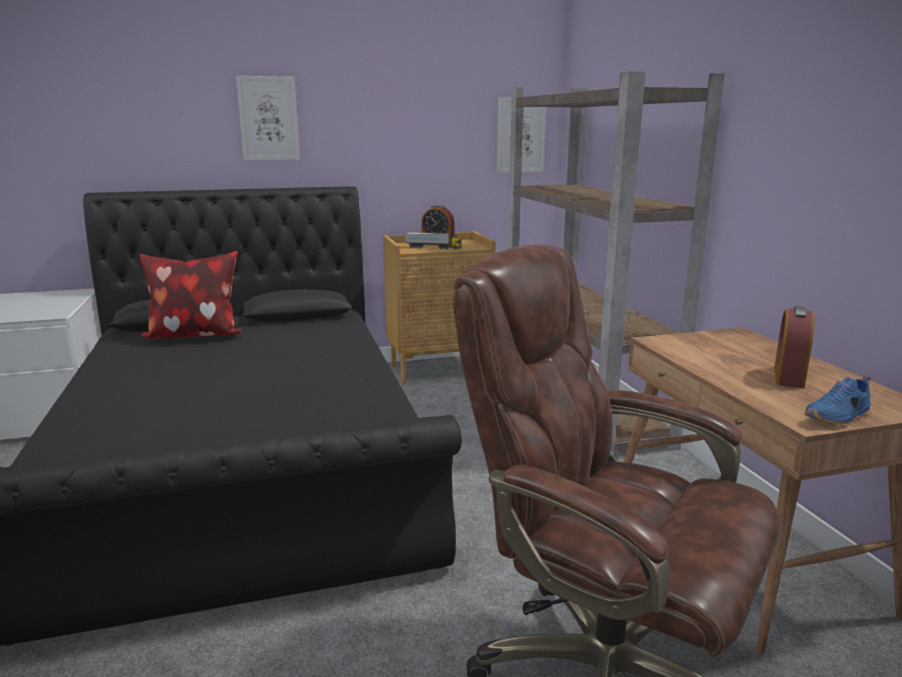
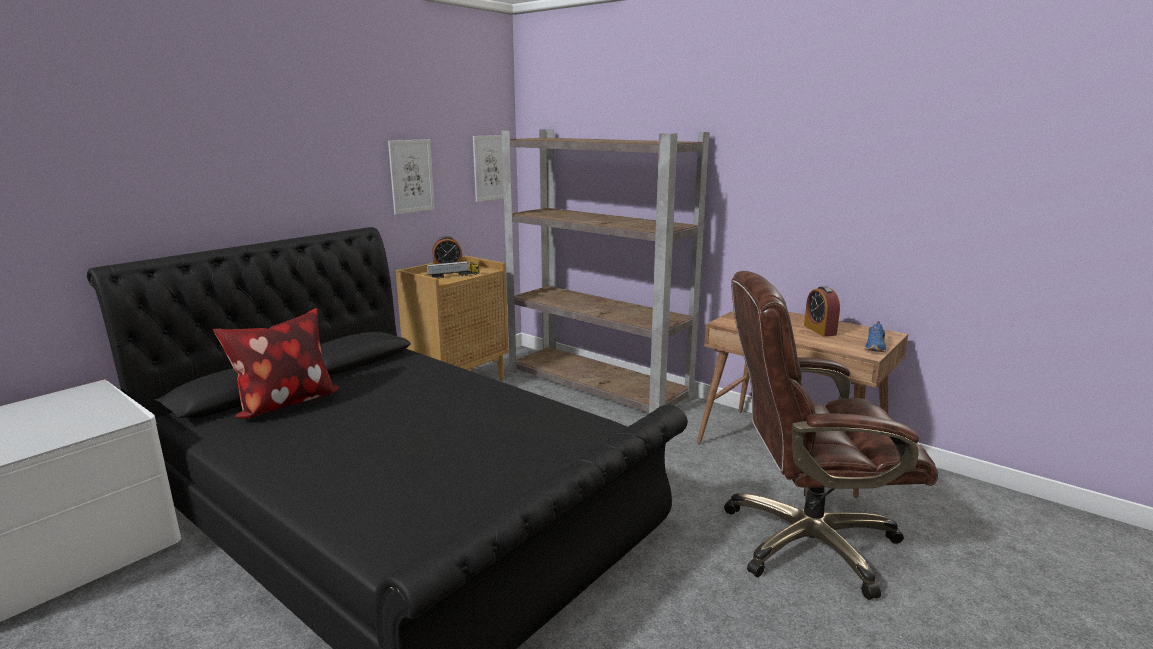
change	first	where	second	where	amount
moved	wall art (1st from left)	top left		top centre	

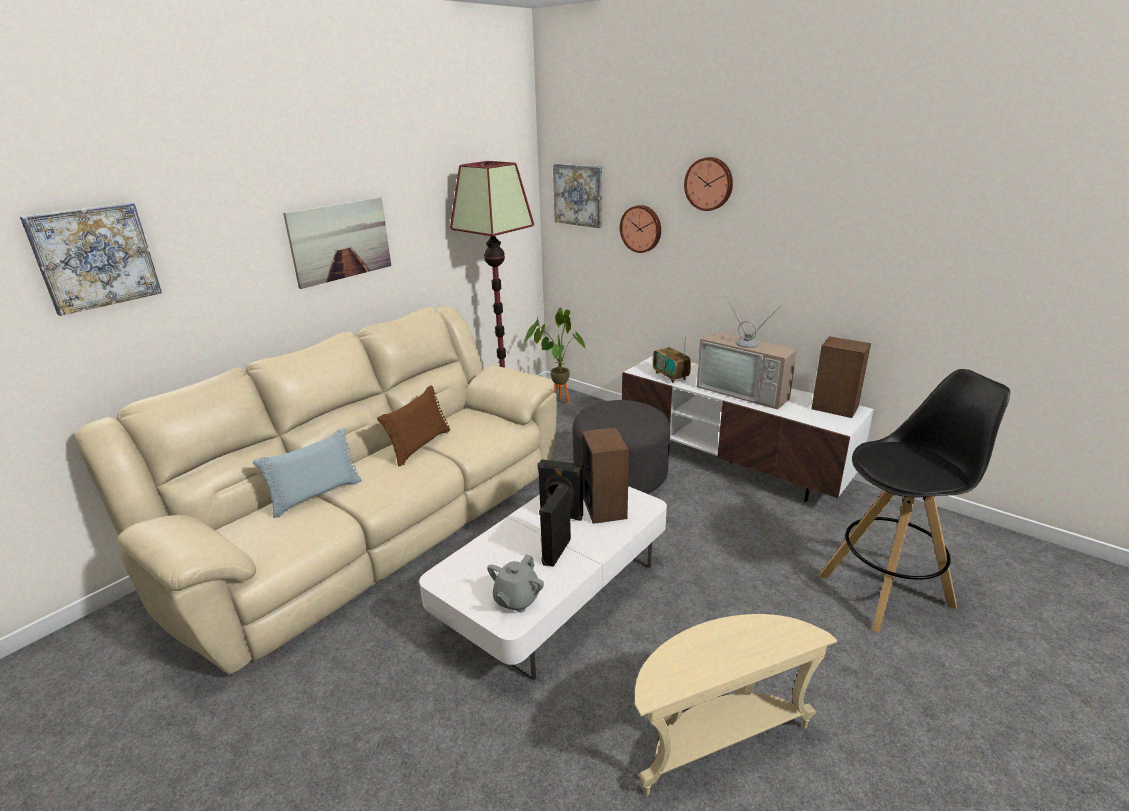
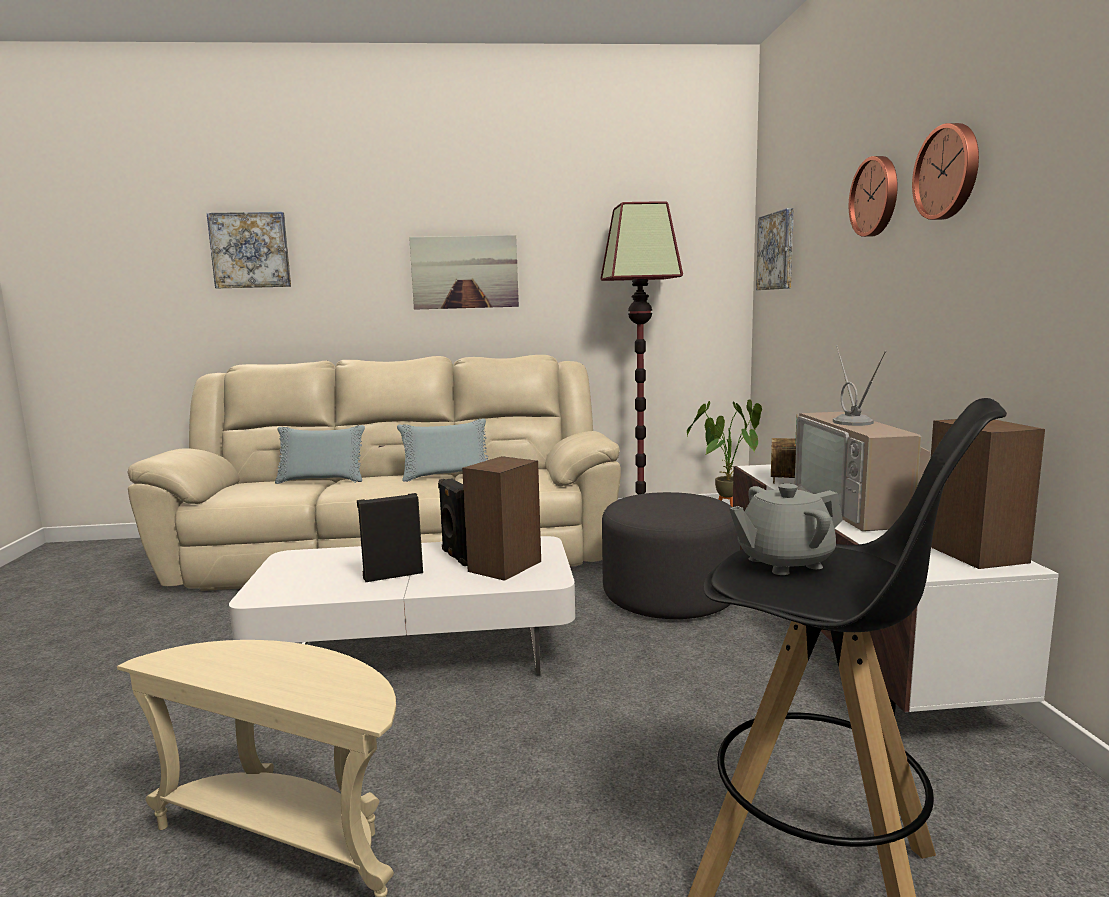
change	first	where	second	where	amount
recoloured	cushion (brown-coloured)	centre	cushion (bluish) (2nd from left)	centre	
moved	teapot (grey)	bottom centre		middle right	
moved	hanging clock (1st from left in the first image)	top centre	hanging clock (2nd from left)	top right	

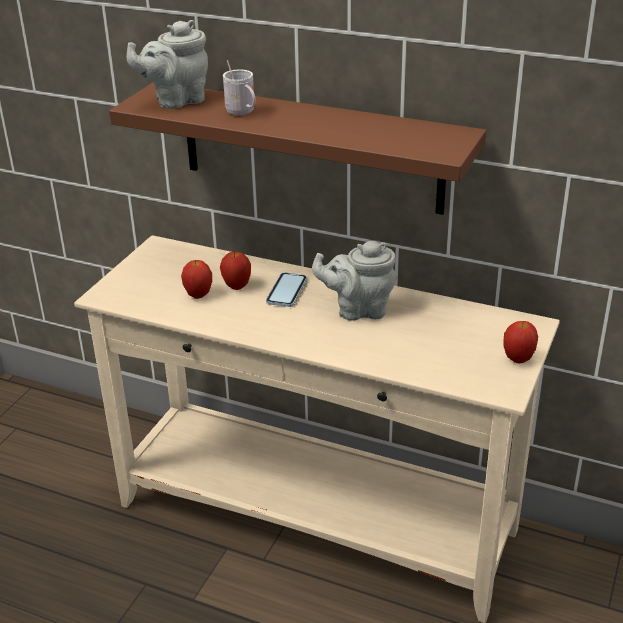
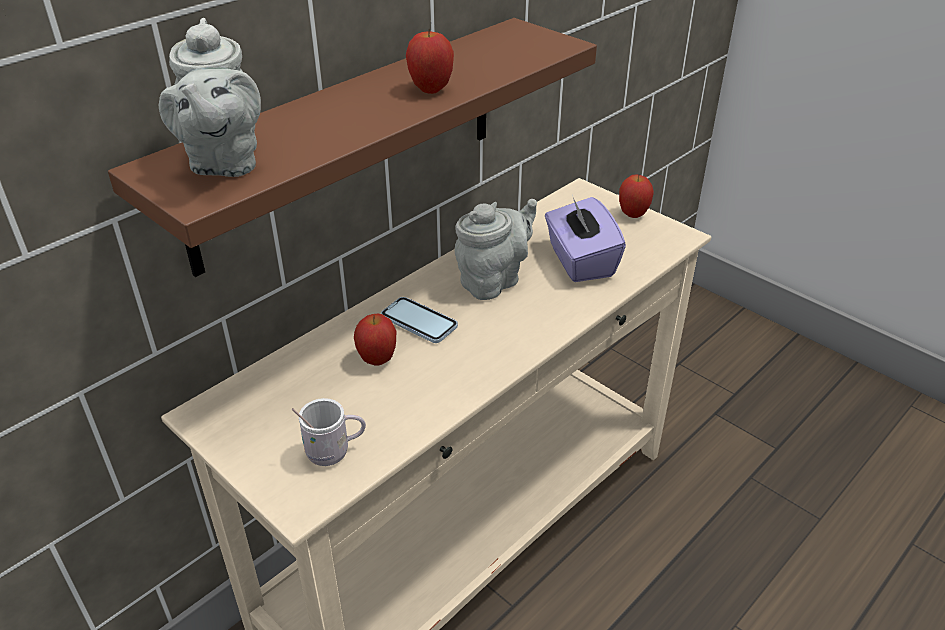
change	first	where	second	where	amount
moved	apple fruit (1st from left in the first image)	middle left	apple fruit (2nd from left)	top centre	
moved	coffee mug (whitish)	top centre		bottom centre	
turned	teapot (grey) (2nd from left)	centre		centre	150 degrees counterclockwise
added			tissue box (purple)	centre	

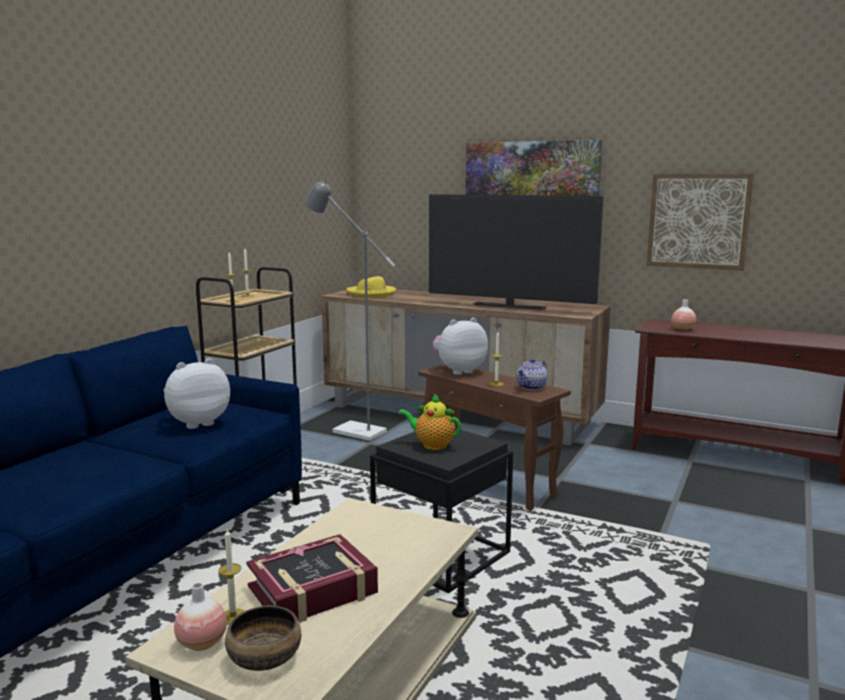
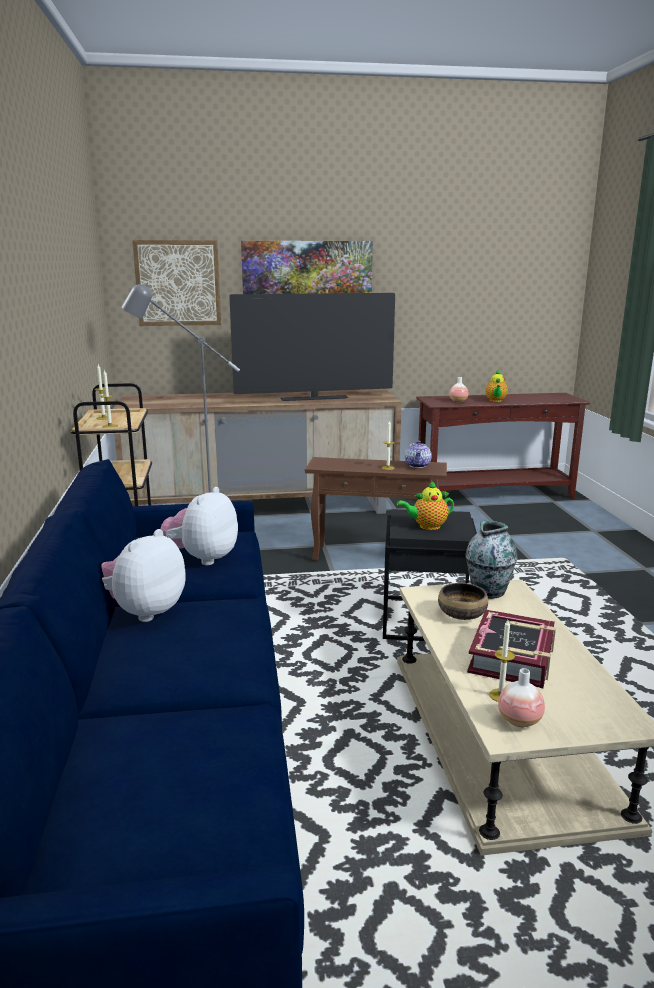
change	first	where	second	where	amount
moved	serving bowl	bottom left		middle right	
removed	clothing hat (yellowish)	centre			
moved	plush toy (2nd from left in the first image)	centre	plush toy (1st from left)	middle left	
moved	wall art (2nd from left in the first image)	top right	wall art (1st from left)	top left	
added			decorative vase (2nd from left)	middle right	
added			teapot (3rd from left)	middle right	

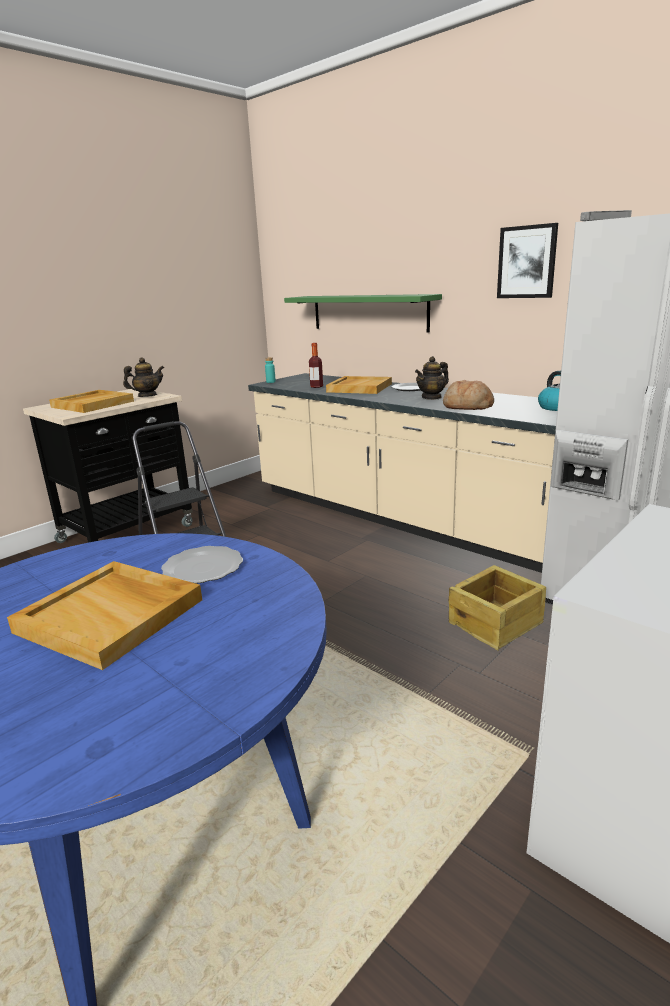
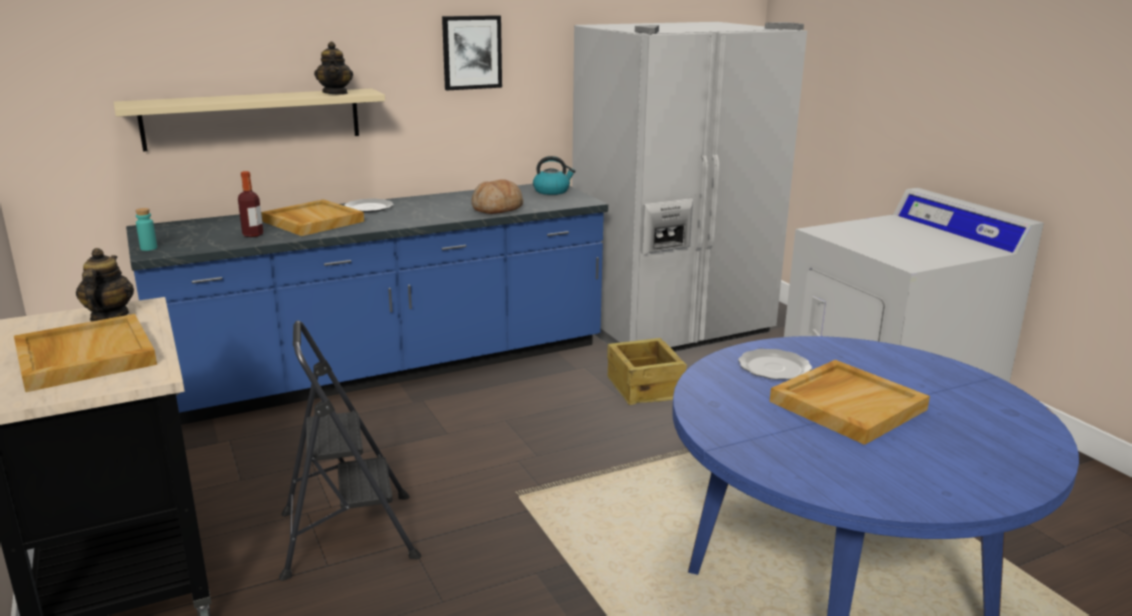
change	first	where	second	where	amount
recoloured	kitchen counter (sand-coloured)	centre	kitchen counter (bluish)	middle left	
recoloured	bracket shelf (greenish)	top centre	bracket shelf (sand-coloured)	top left	
moved	teapot (2nd from left)	centre		top left	

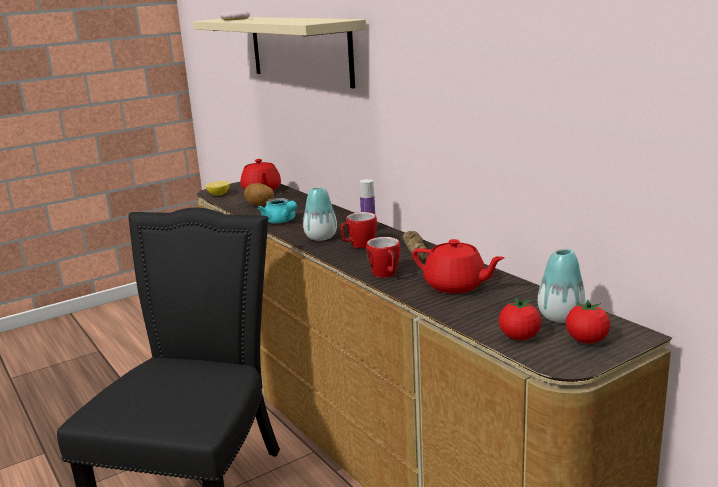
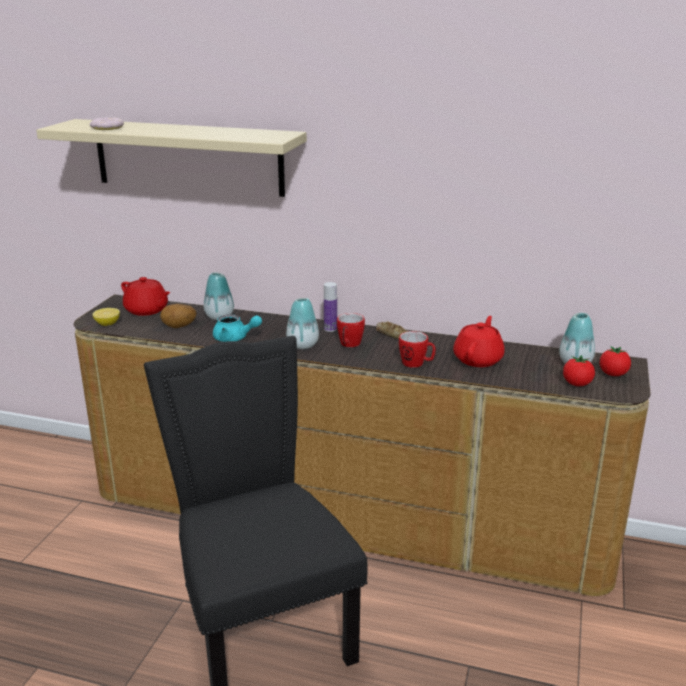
change	first	where	second	where	amount
turned	teapot (reddish) (2nd from left)	centre		middle right	60 degrees counterclockwise
added			decorative vase (1st from left)	middle left	

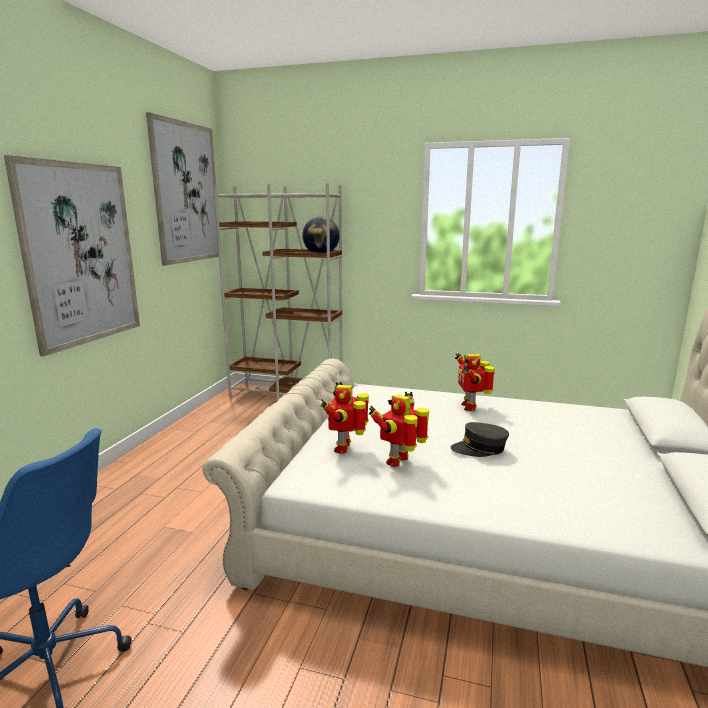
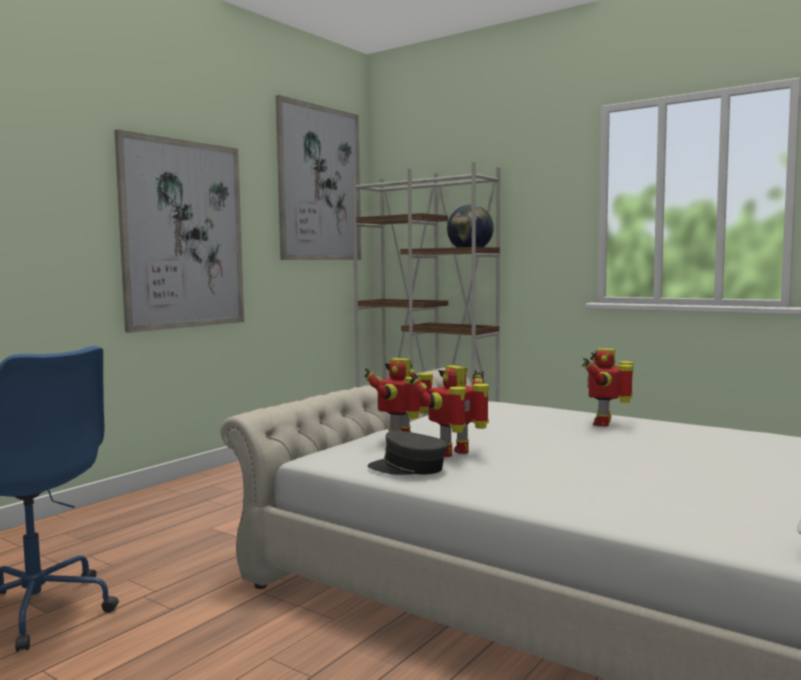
change	first	where	second	where	amount
moved	cap (grey)	middle right		centre	

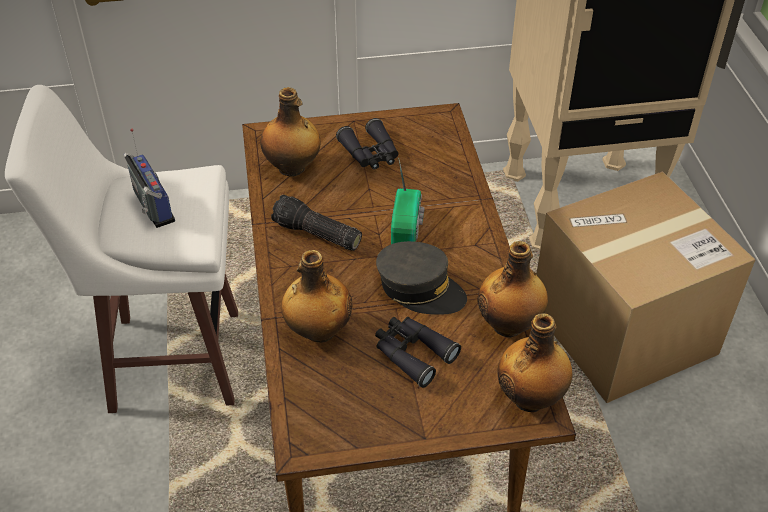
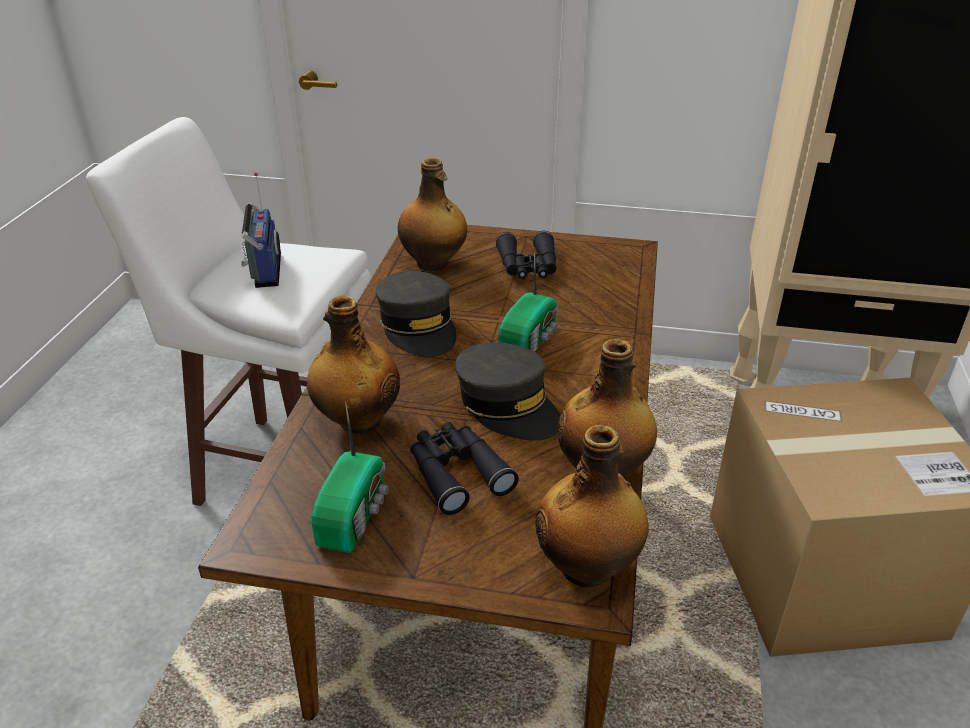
change	first	where	second	where	amount
replaced	hand torch	centre	cap (grey) (1st from left)	centre	
added			radio (2nd from left)	centre	

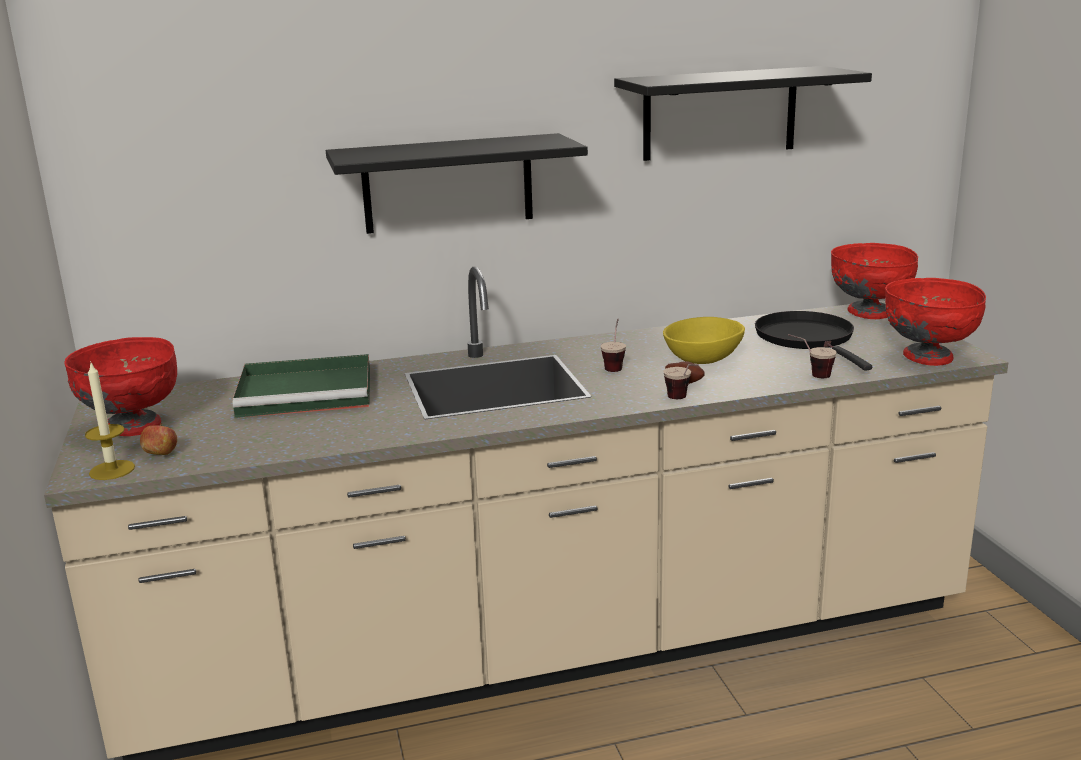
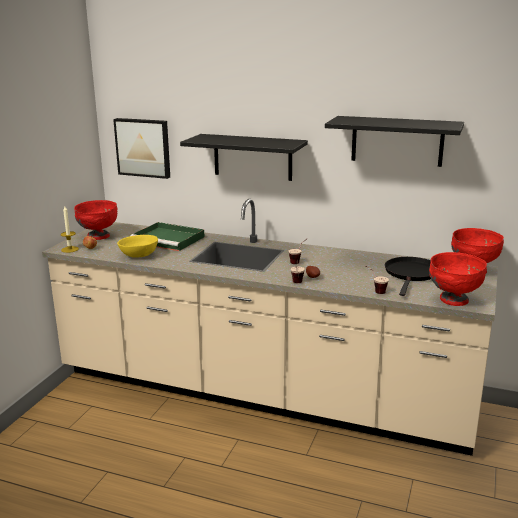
change	first	where	second	where	amount
moved	serving bowl (yellowish)	centre		middle left	
added			wall art	top left	

